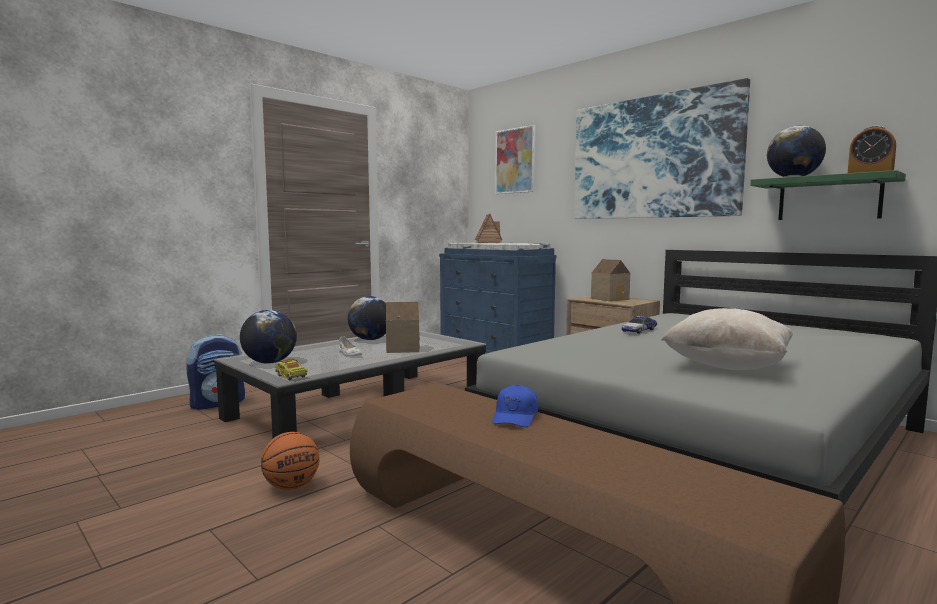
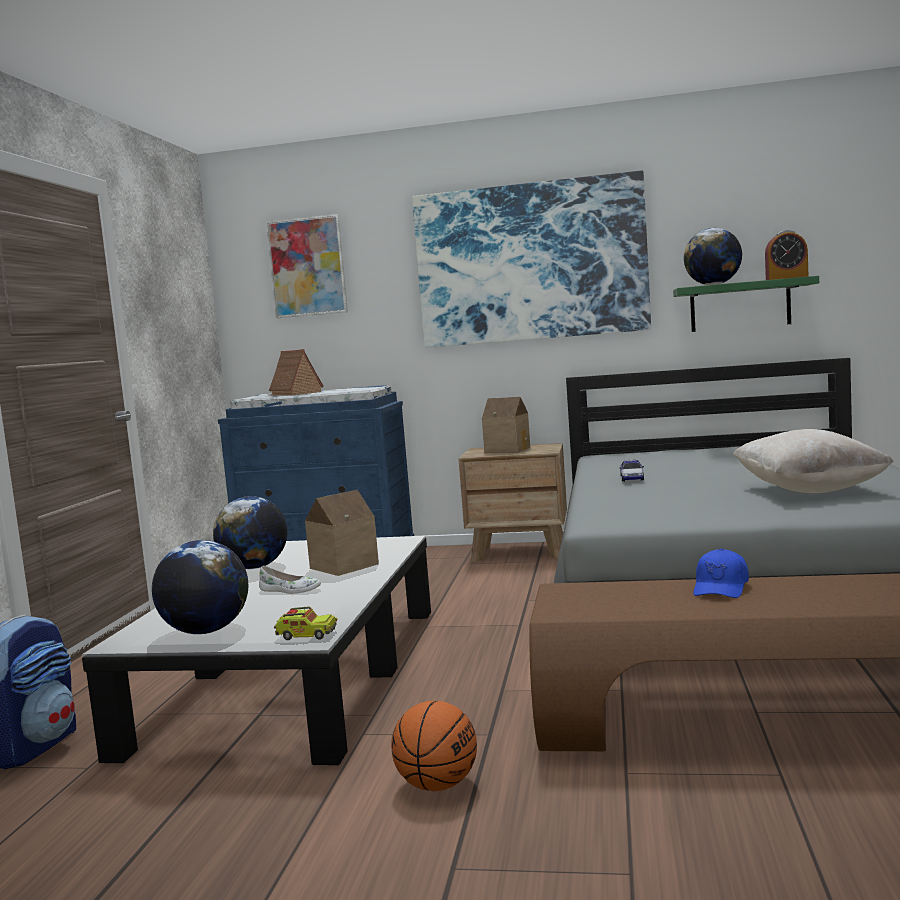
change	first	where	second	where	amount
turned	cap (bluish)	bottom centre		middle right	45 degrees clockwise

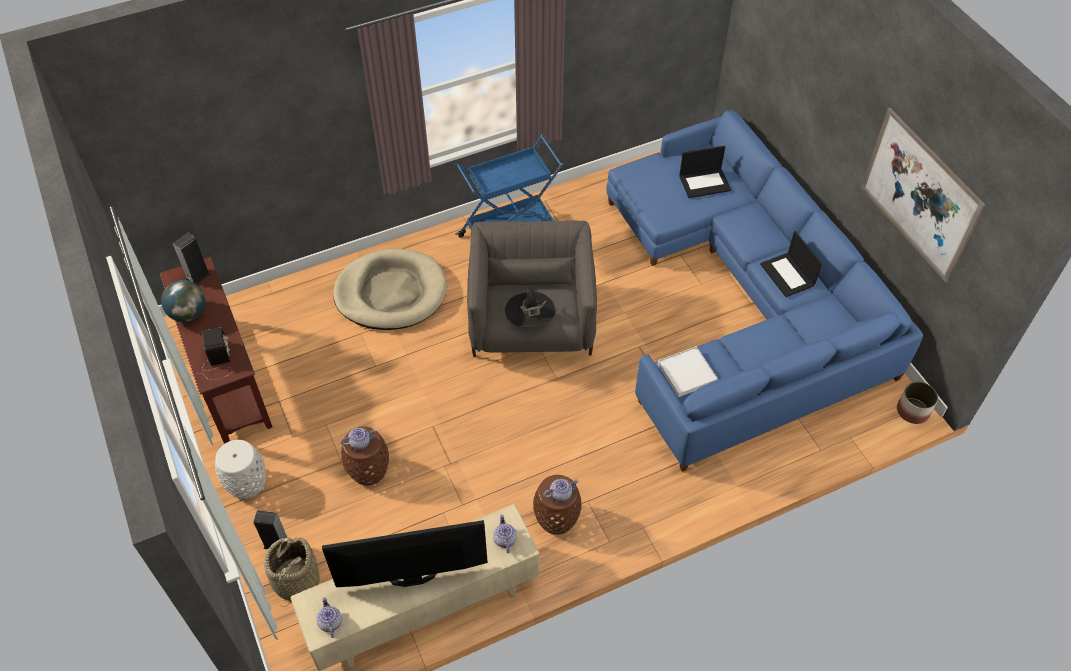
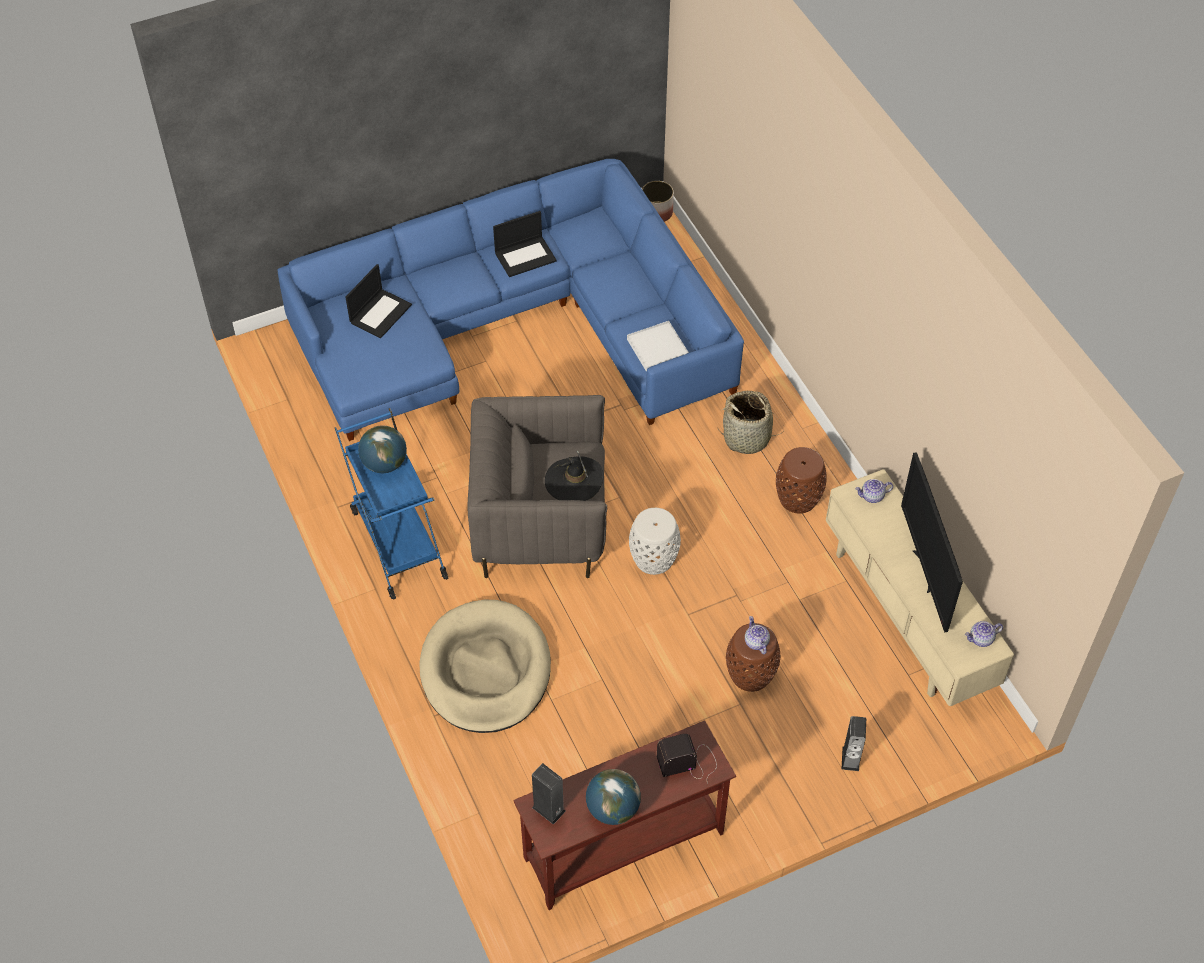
change	first	where	second	where	amount
moved	stool seat (whitish)	bottom left		centre	
moved	storage basket	bottom left		centre	
removed	teapot (4th from left)	bottom centre			
turned	portable computer (1st from left)	top centre		top left	45 degrees clockwise
removed	wall art	top right			
added			globe (1st from left)	middle left	

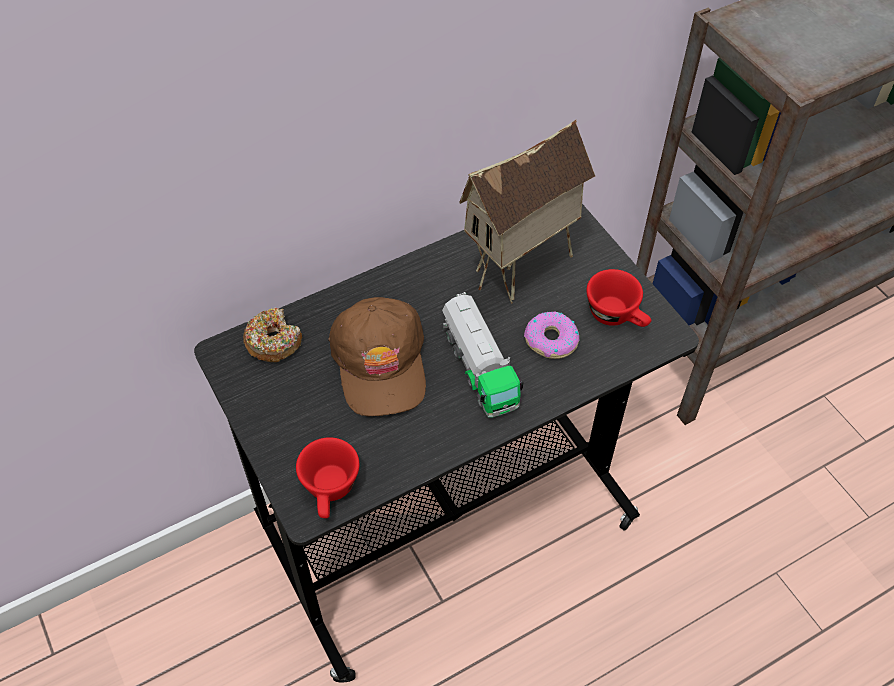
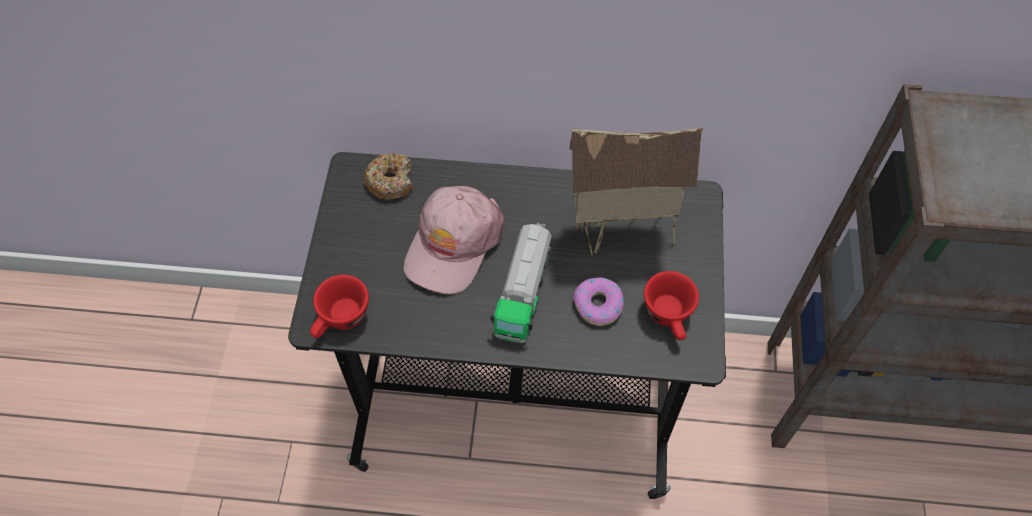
change	first	where	second	where	amount
recoloured	cap (brown-coloured)	centre	cap (pink-coloured)	centre	

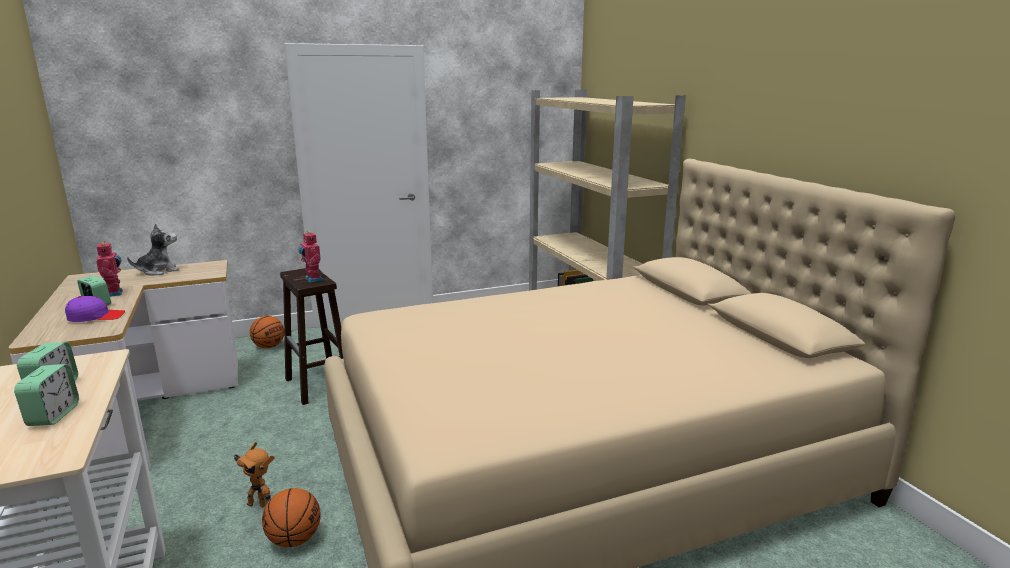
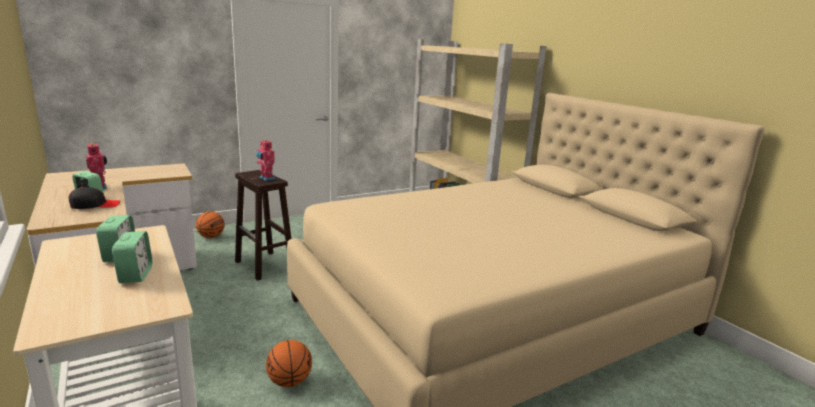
change	first	where	second	where	amount
recoloured	cap (purple)	middle left	cap (black)	middle left	
removed	plush toy	middle left			
removed	model robot (2nd from left)	bottom left			

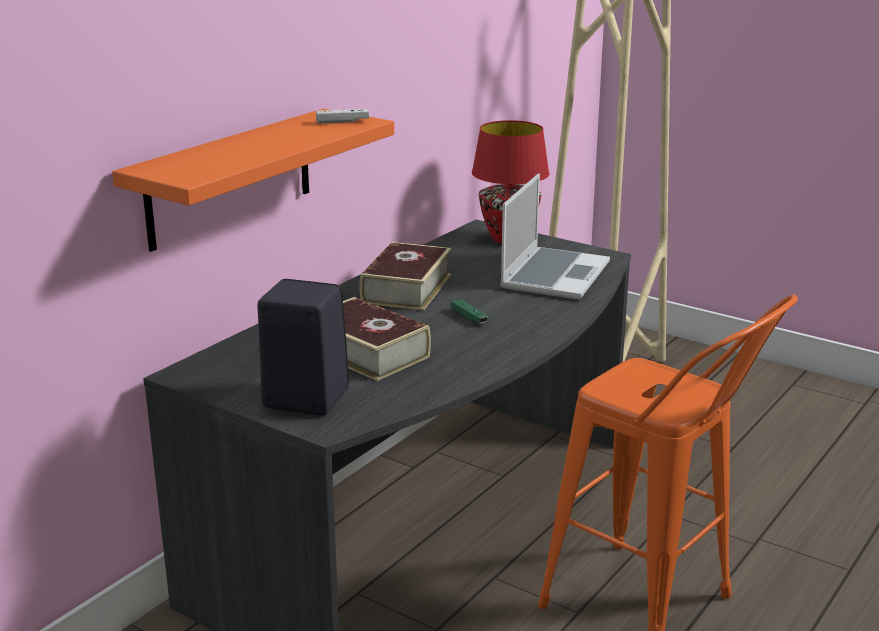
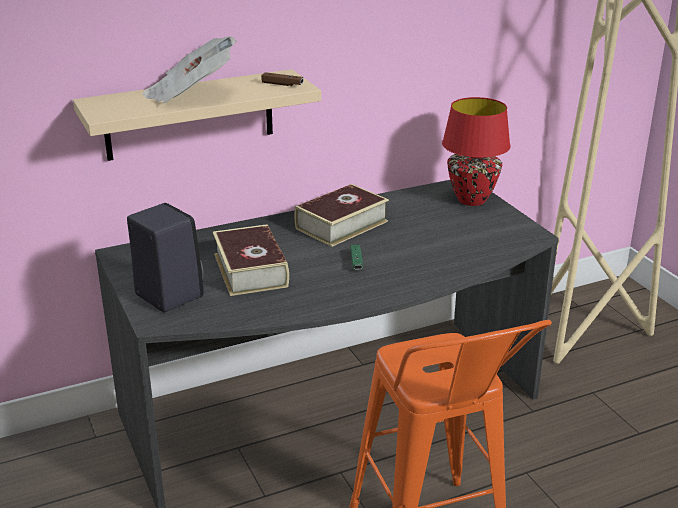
change	first	where	second	where	amount
recoloured	bracket shelf (orange-coloured)	top left	bracket shelf (sand-coloured)	top left	
recoloured	gamepad (whitish)	top centre	gamepad (brown-coloured)	top centre	
removed	portable computer	centre			
added			printed paper	top left	

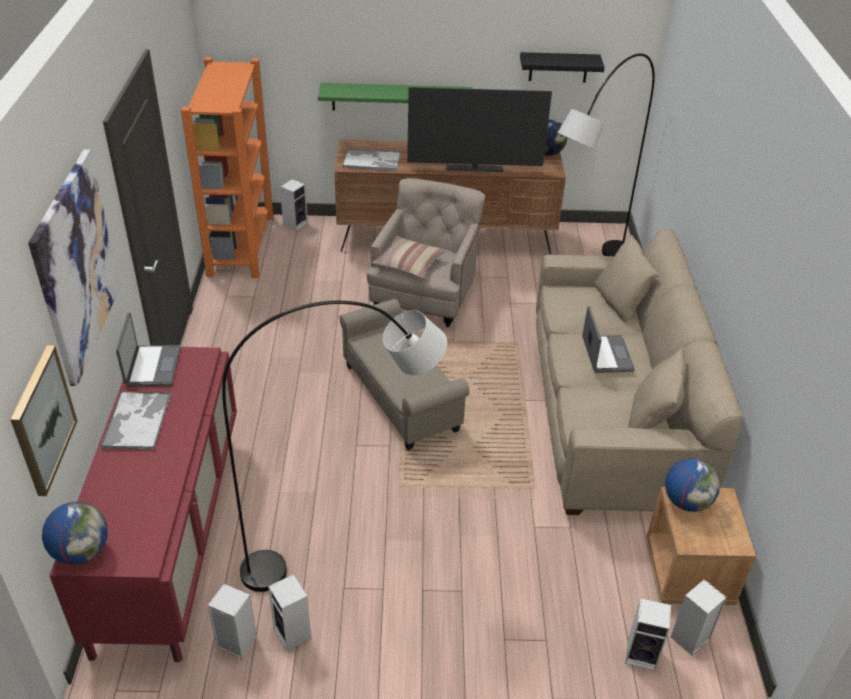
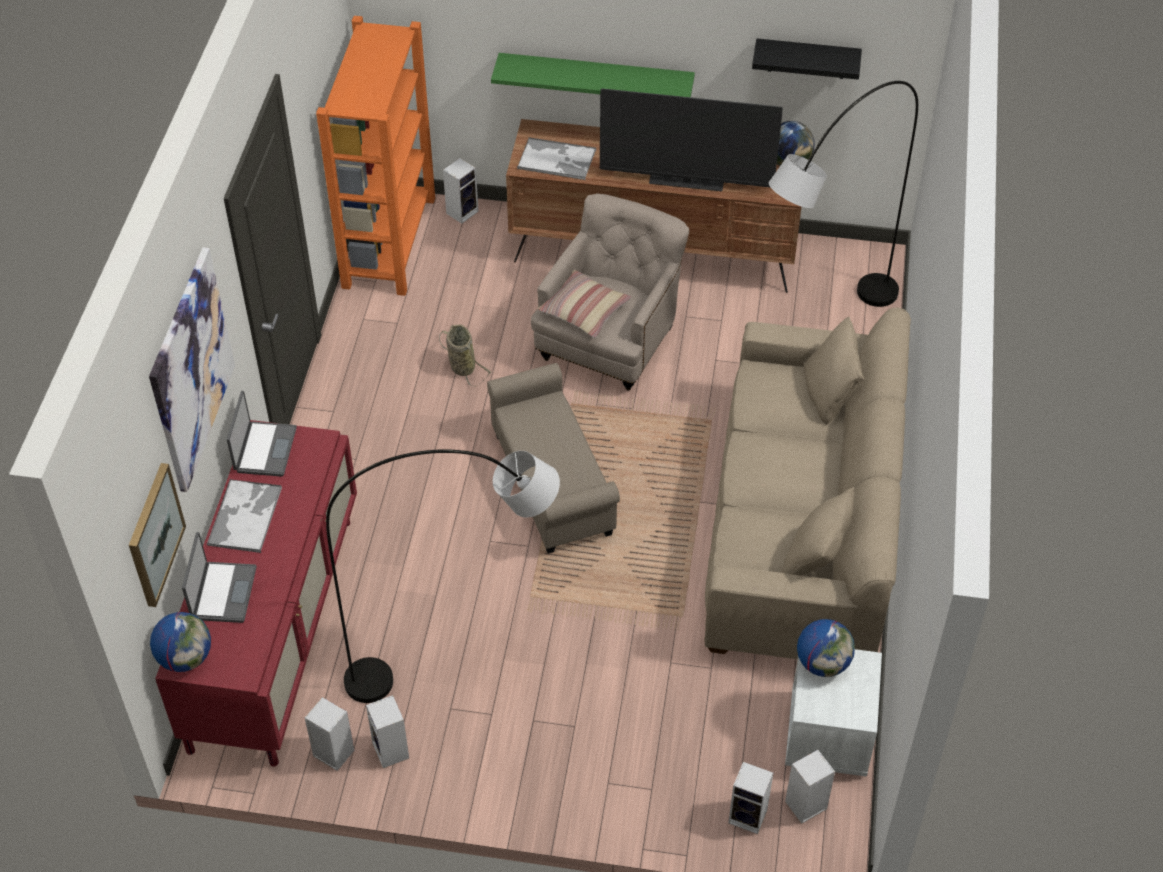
change	first	where	second	where	amount
moved	portable computer (2nd from left in the first image)	middle right	portable computer (1st from left)	middle left	
recoloured	night table (brown-coloured)	bottom right	night table (whitish)	bottom right	
added			storage basket	centre	

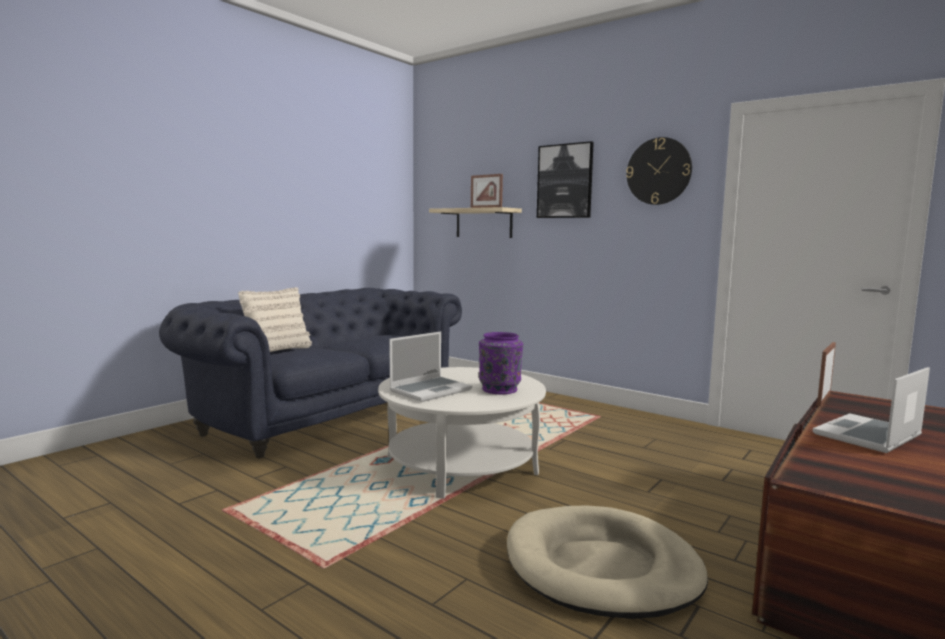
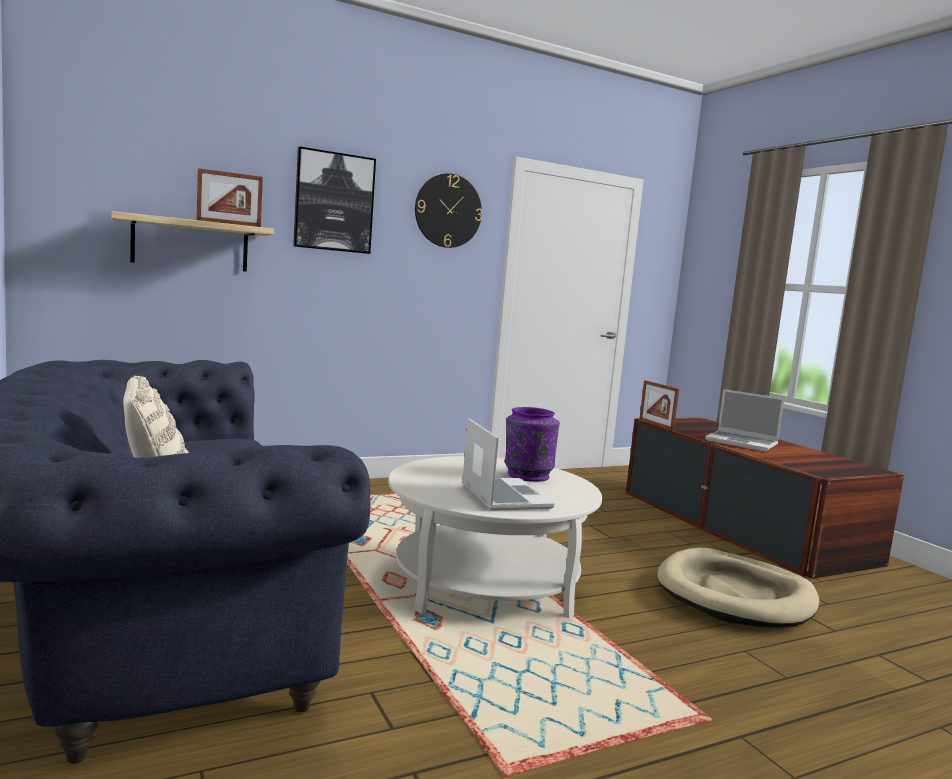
change	first	where	second	where	amount
turned	portable computer (2nd from left)	middle right		middle right	45 degrees counterclockwise

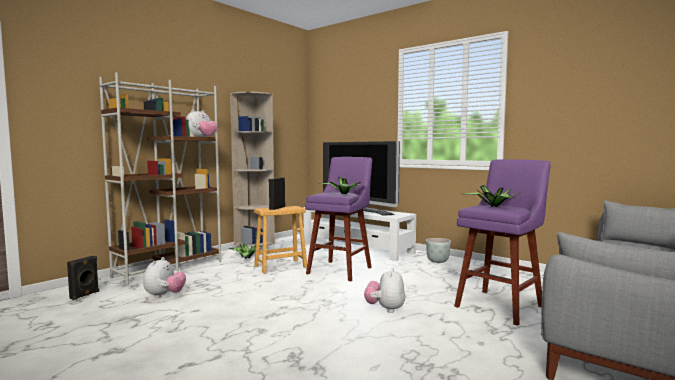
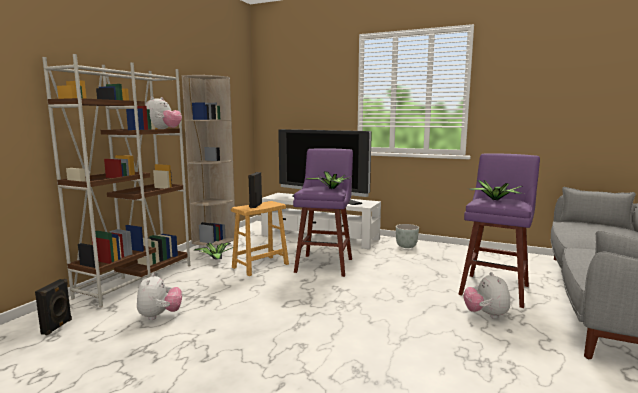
change	first	where	second	where	amount
moved	plush toy (3rd from left)	bottom centre		bottom right	

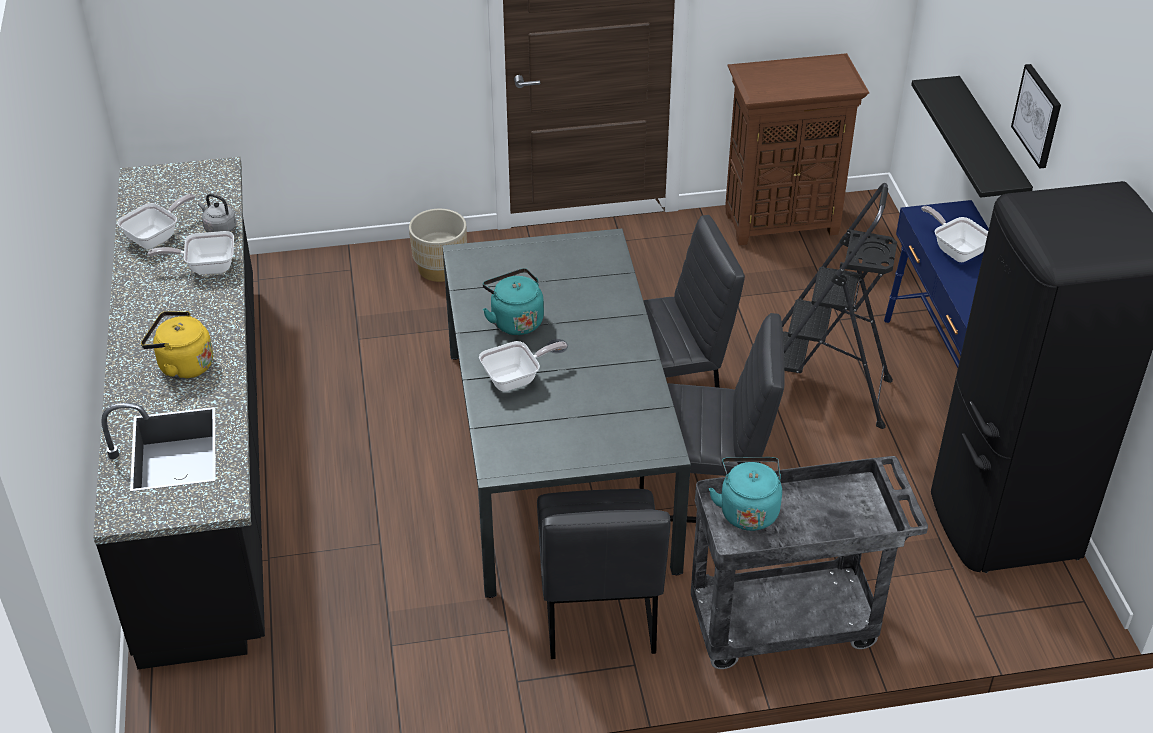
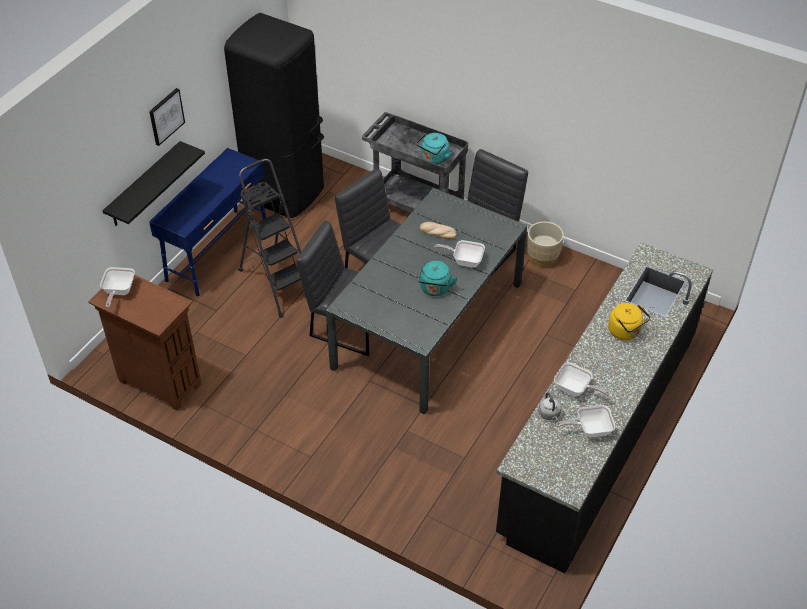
change	first	where	second	where	amount
moved	planter (sand-coloured)	centre		middle right	
moved	frying pan (4th from left in the first image)	top right	frying pan (1st from left)	middle left	
added			bakery bread	centre	

